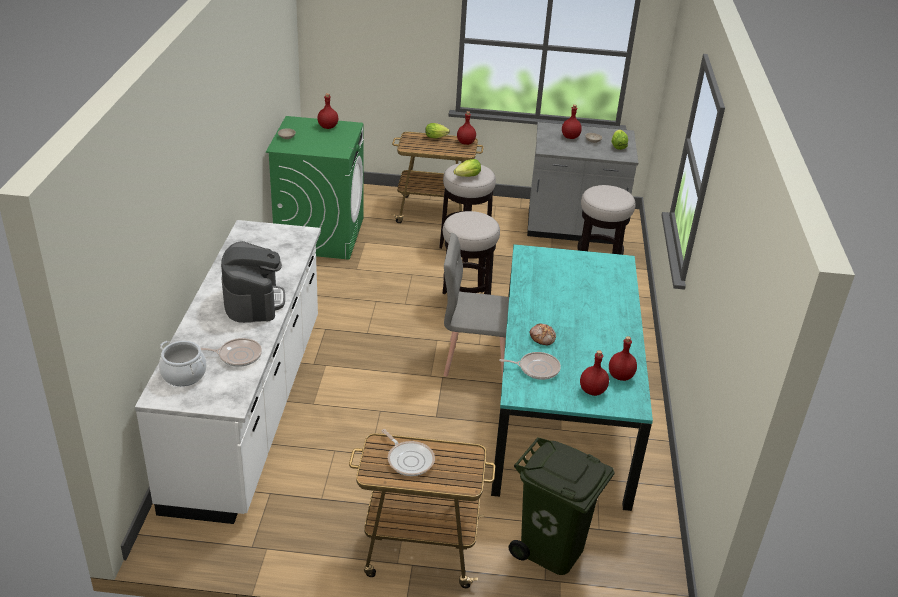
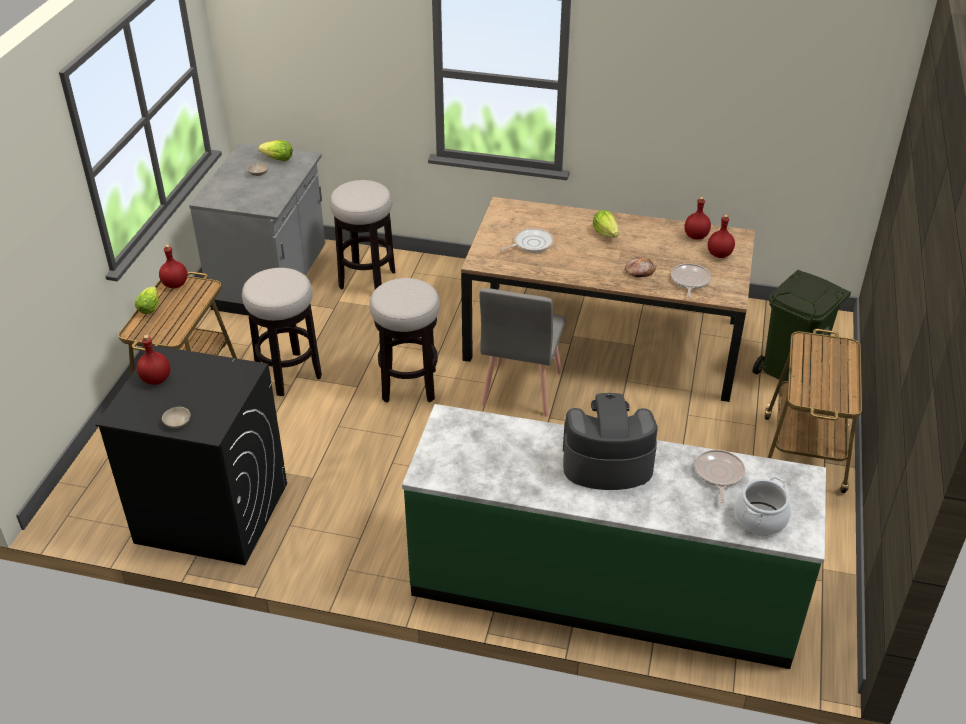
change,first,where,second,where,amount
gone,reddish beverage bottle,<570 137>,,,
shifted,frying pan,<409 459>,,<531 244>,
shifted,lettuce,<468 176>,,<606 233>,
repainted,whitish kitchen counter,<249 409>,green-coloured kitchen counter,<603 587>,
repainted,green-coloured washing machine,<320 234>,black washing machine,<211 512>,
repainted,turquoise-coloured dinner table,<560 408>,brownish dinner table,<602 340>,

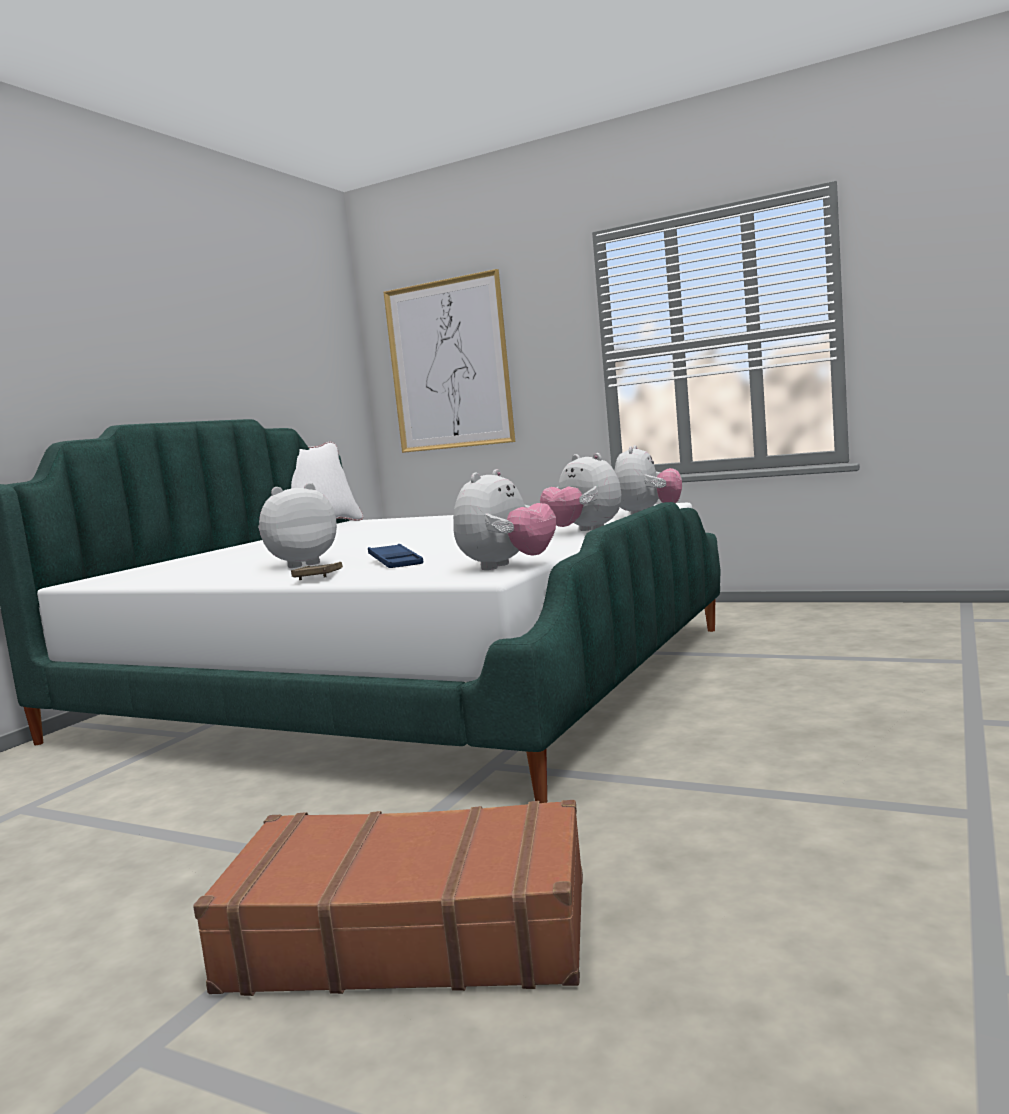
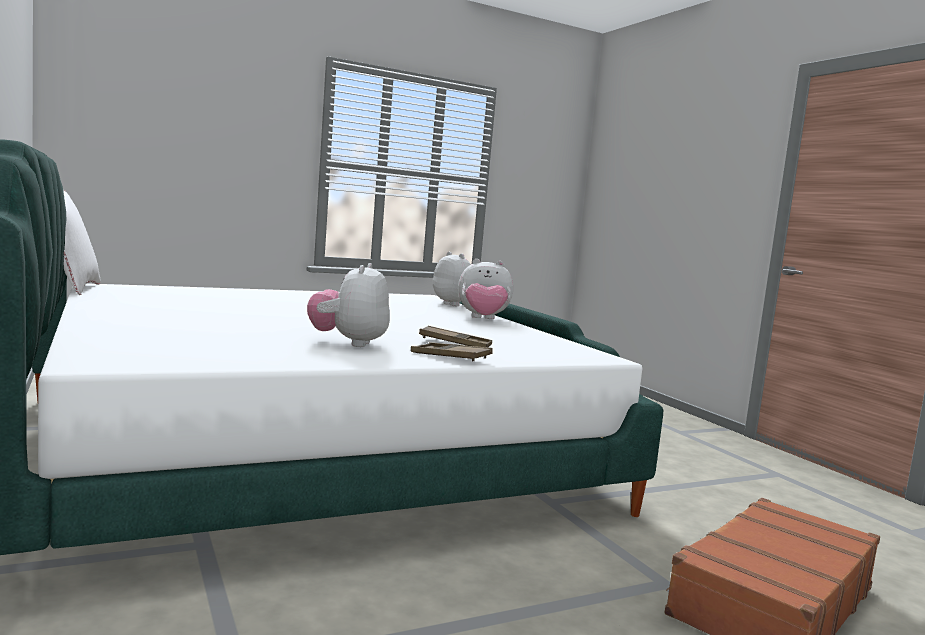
change,first,where,second,where,amount
gone,wall picture,<449 365>,,,
gone,soft toy,<507 566>,,,
repainted,blue-coloured carrying tray,<395 562>,brownish carrying tray,<455 343>,

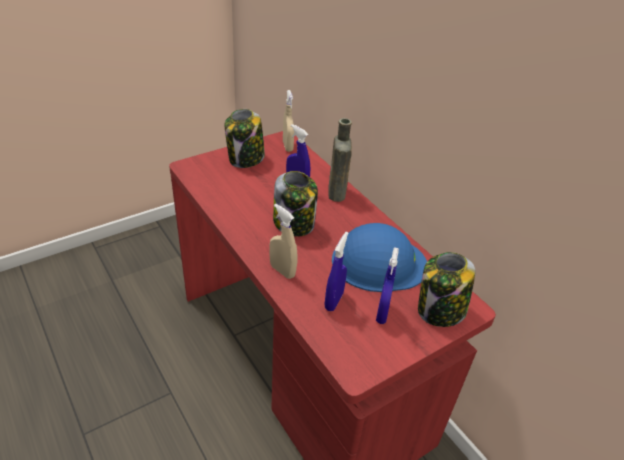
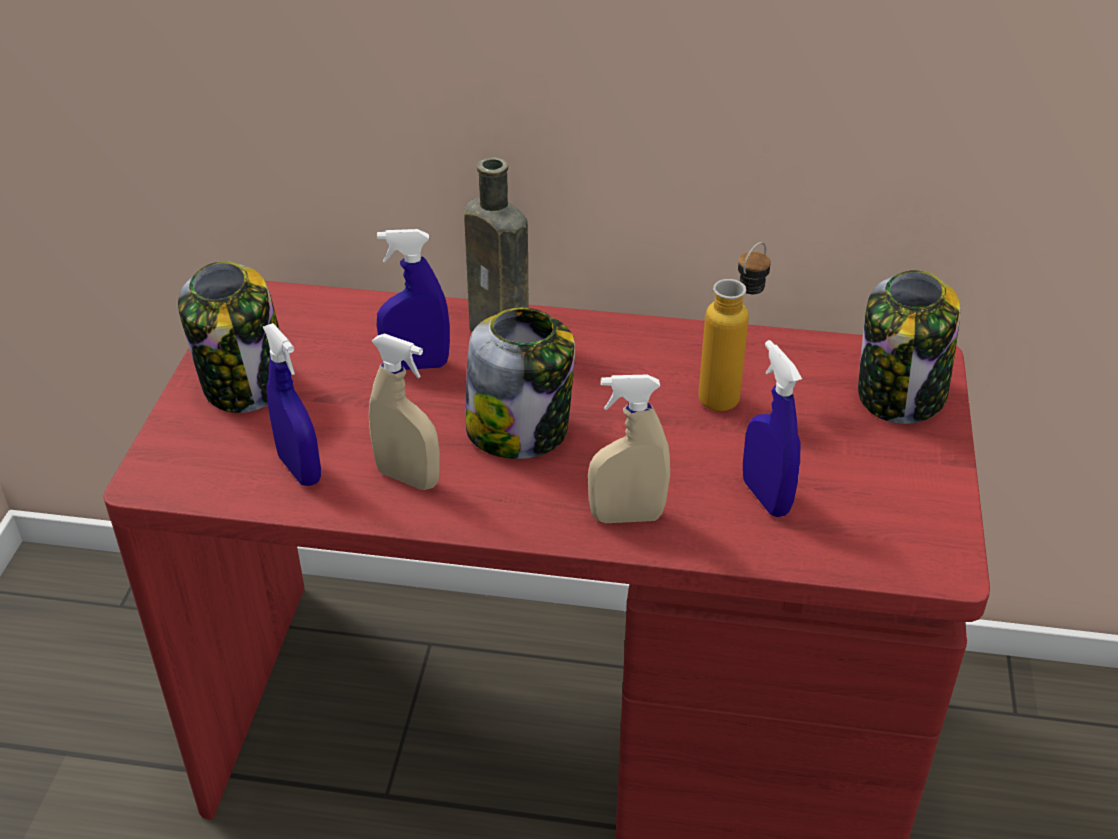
change,first,where,second,where,amount
shifted,beige spray bottle,<287 146>,,<408 478>,
shifted,blue-coloured spray bottle,<382 313>,,<300 469>,
swapped,blue-coloured hard hat,<378 262>,beverage bottle,<729 392>,

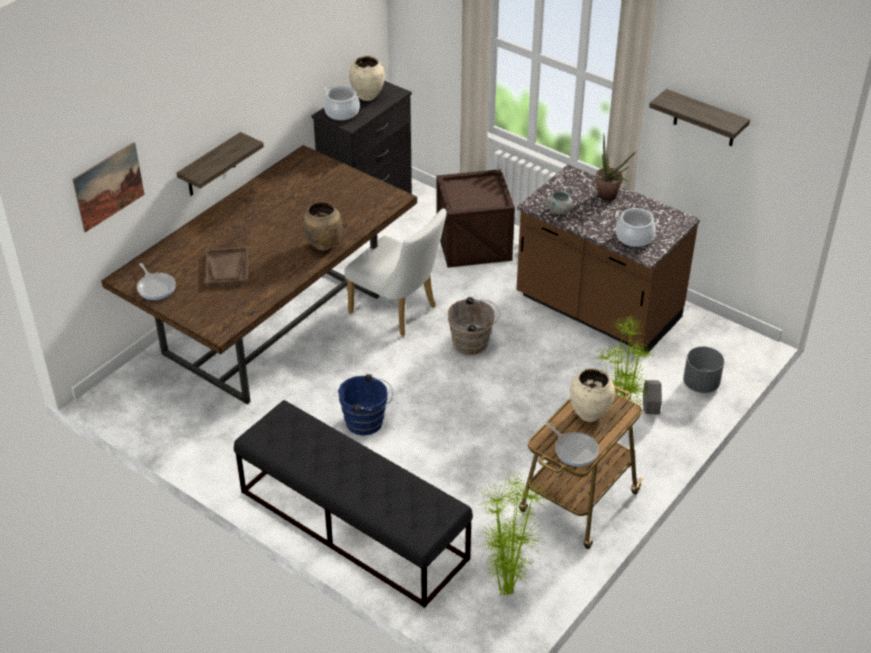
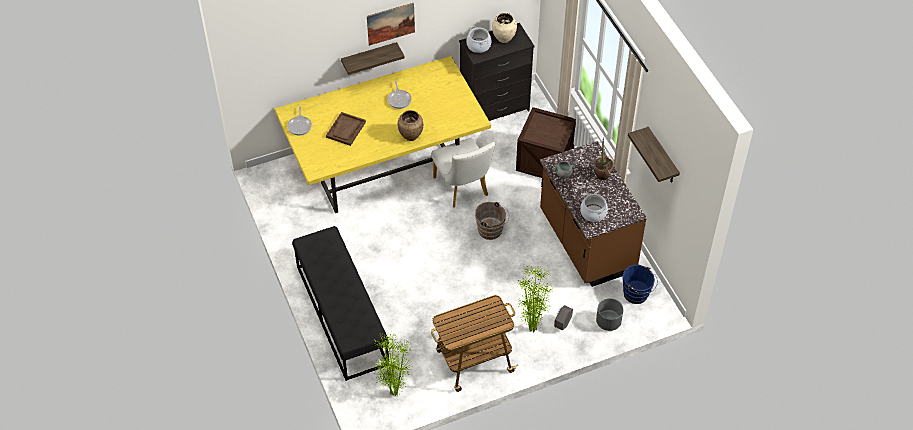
change,first,where,second,where,amount
gone,beige vase,<589 414>,,,
shifted,wall picture,<108 186>,,<390 23>,
shifted,blue-coloured water bucket,<367 423>,,<637 295>,
shifted,frying pan,<574 450>,,<399 99>,
repainted,brownish dinner table,<275 323>,yellowish dinner table,<385 165>,

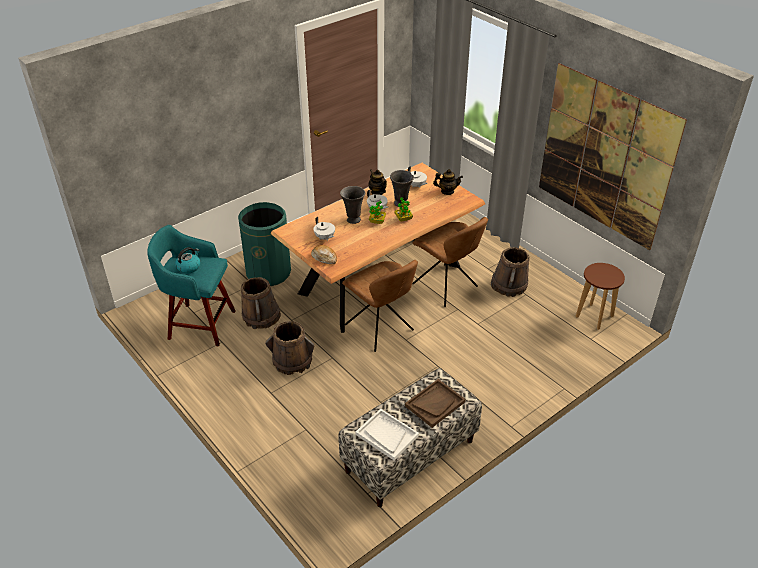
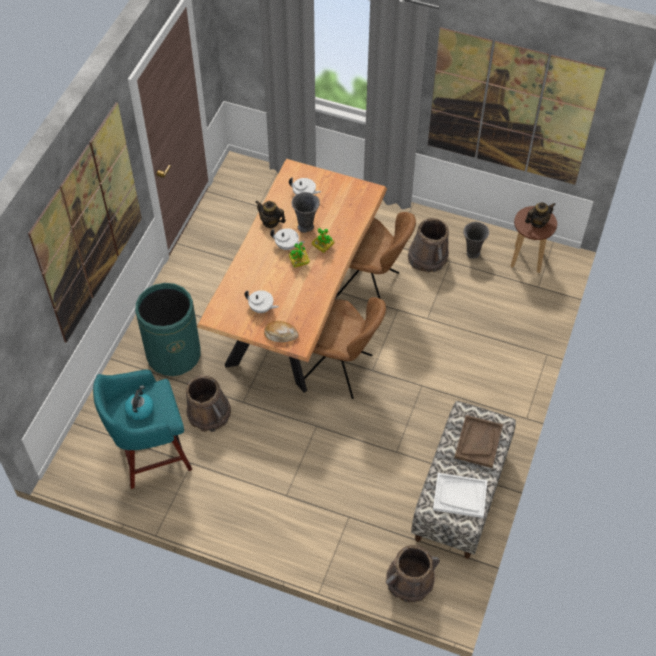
change,first,where,second,where,amount
new,,,wall picture,<89 224>,
shifted,brownish water bucket,<292 361>,,<409 580>,
shifted,grey vase,<353 220>,,<472 253>,
shifted,teapot,<447 191>,,<537 222>,

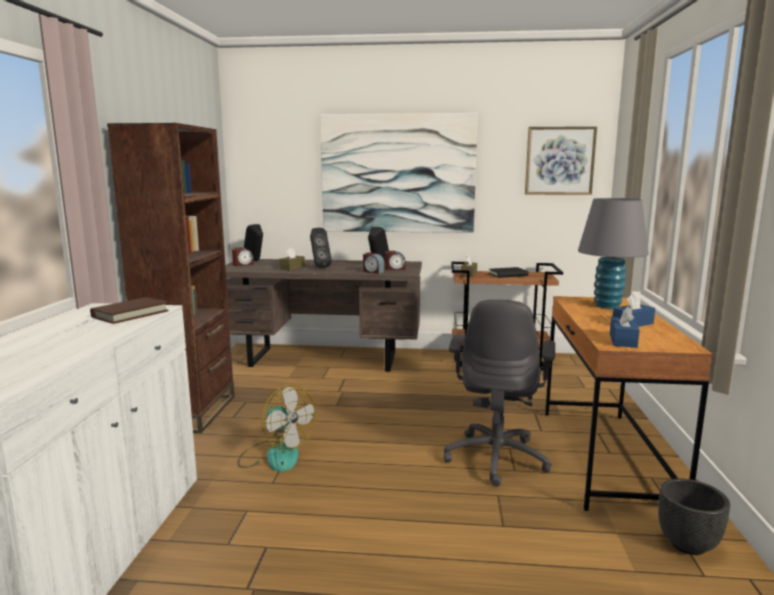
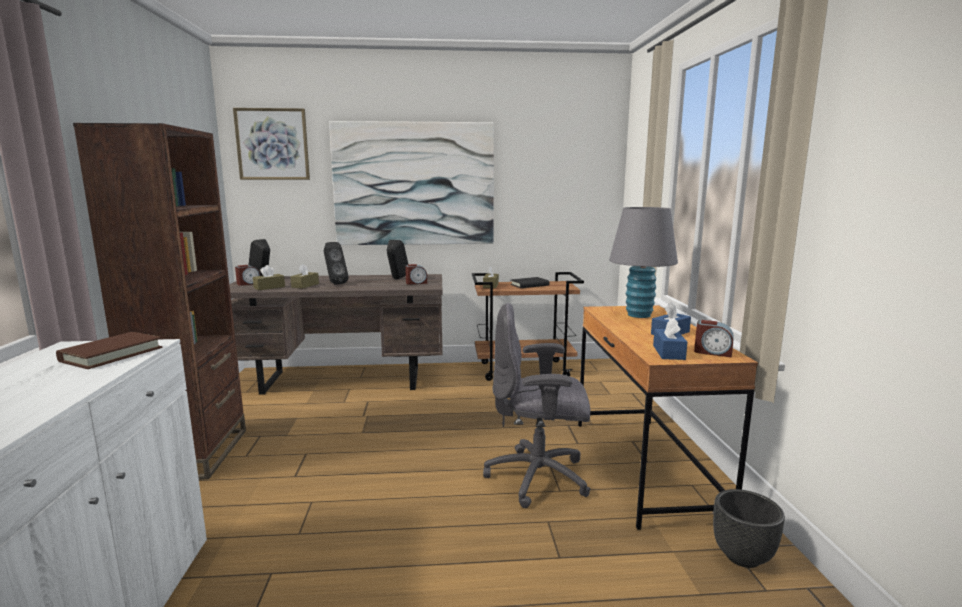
change,first,where,second,where,amount
gone,electric fan,<275 455>,,,
new,,,brownish tissue box,<269 287>,
shifted,table clock,<373 271>,,<712 352>,
shifted,wall picture,<559 161>,,<272 144>,
rotated,grey office chair,<497 457>,,<539 478>,90 degrees clockwise

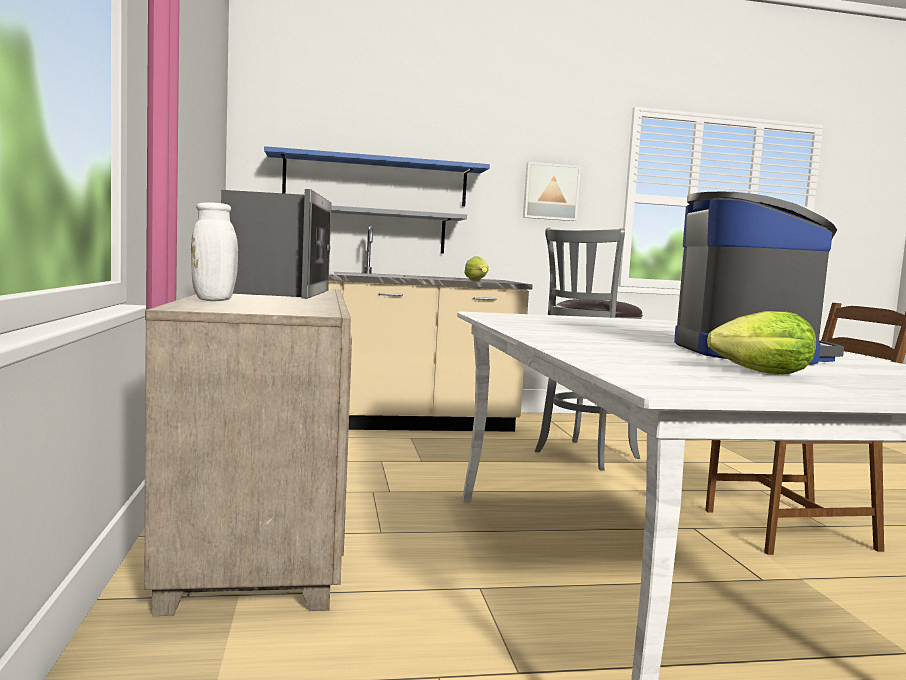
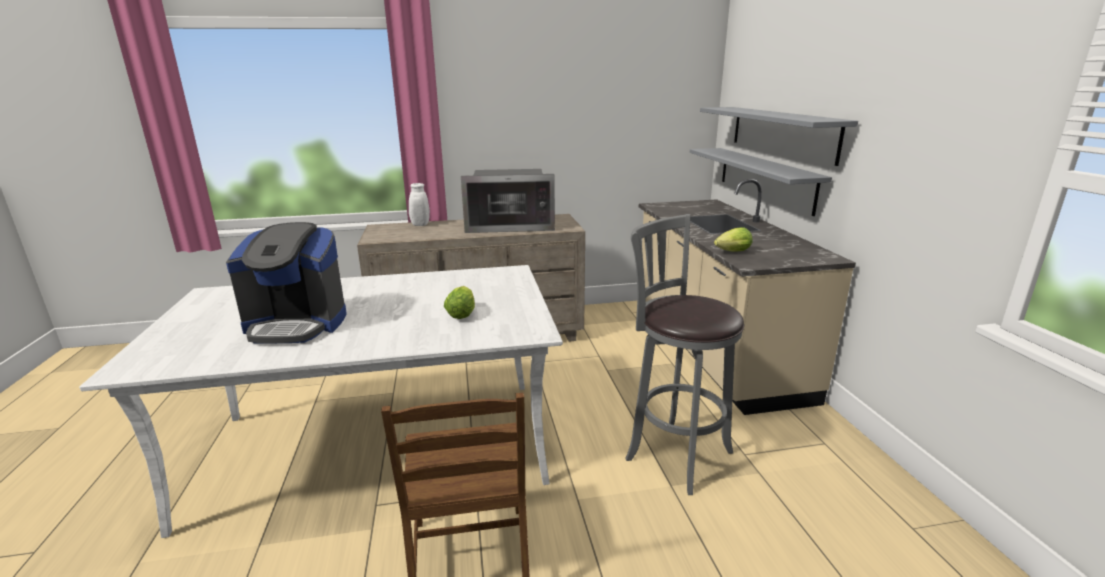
change,first,where,second,where,amount
gone,wall picture,<550 192>,,,
shifted,lettuce,<756 373>,,<462 313>,
repainted,blue-coloured shelf,<376 180>,grey shelf,<781 132>,

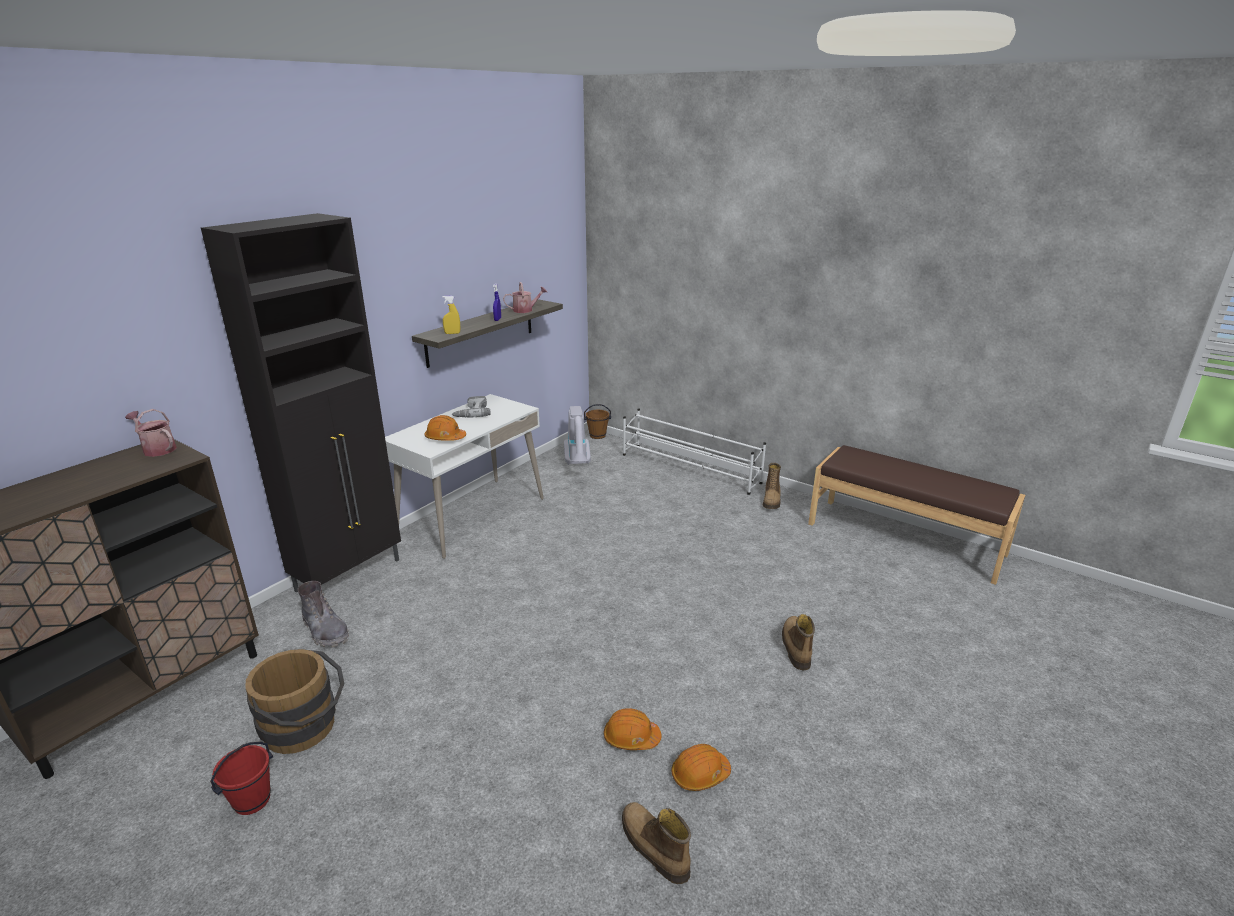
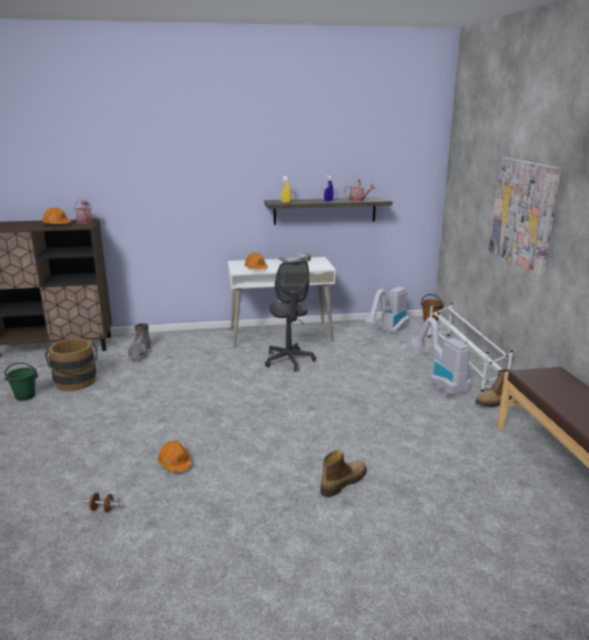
change,first,where,second,where,amount
gone,black cabinet,<350 574>,,,
new,,,grey office chair,<289 361>,
new,,,vacuum,<439 380>,
new,,,wall picture,<524 213>,
shifted,orange-coloured hard hat,<700 774>,,<57 224>,
swapped,boot,<653 848>,brownish hand weight,<102 509>,
repainted,reddish water bucket,<252 801>,green-coloured water bucket,<25 397>,

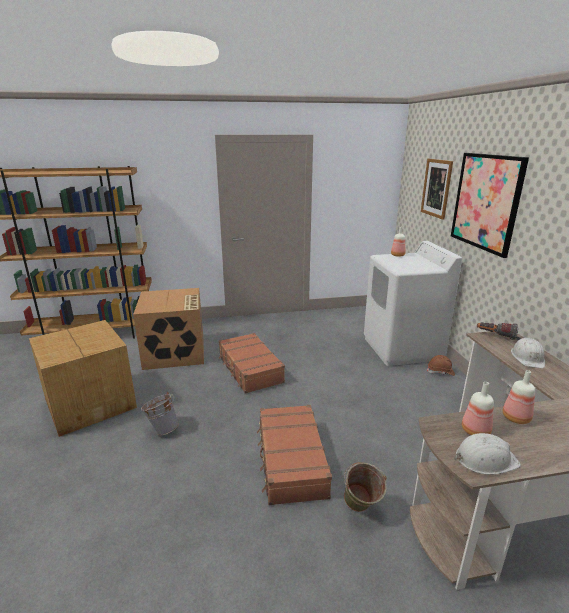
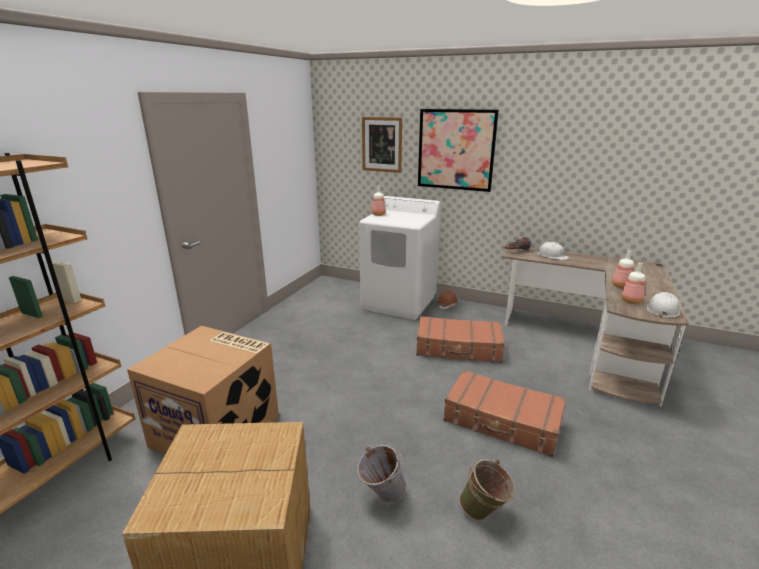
change,first,where,second,where,amount
shifted,brownish piece of luggage,<249 369>,,<458 348>,
shifted,green-coloured water bucket,<361 510>,,<485 513>,

